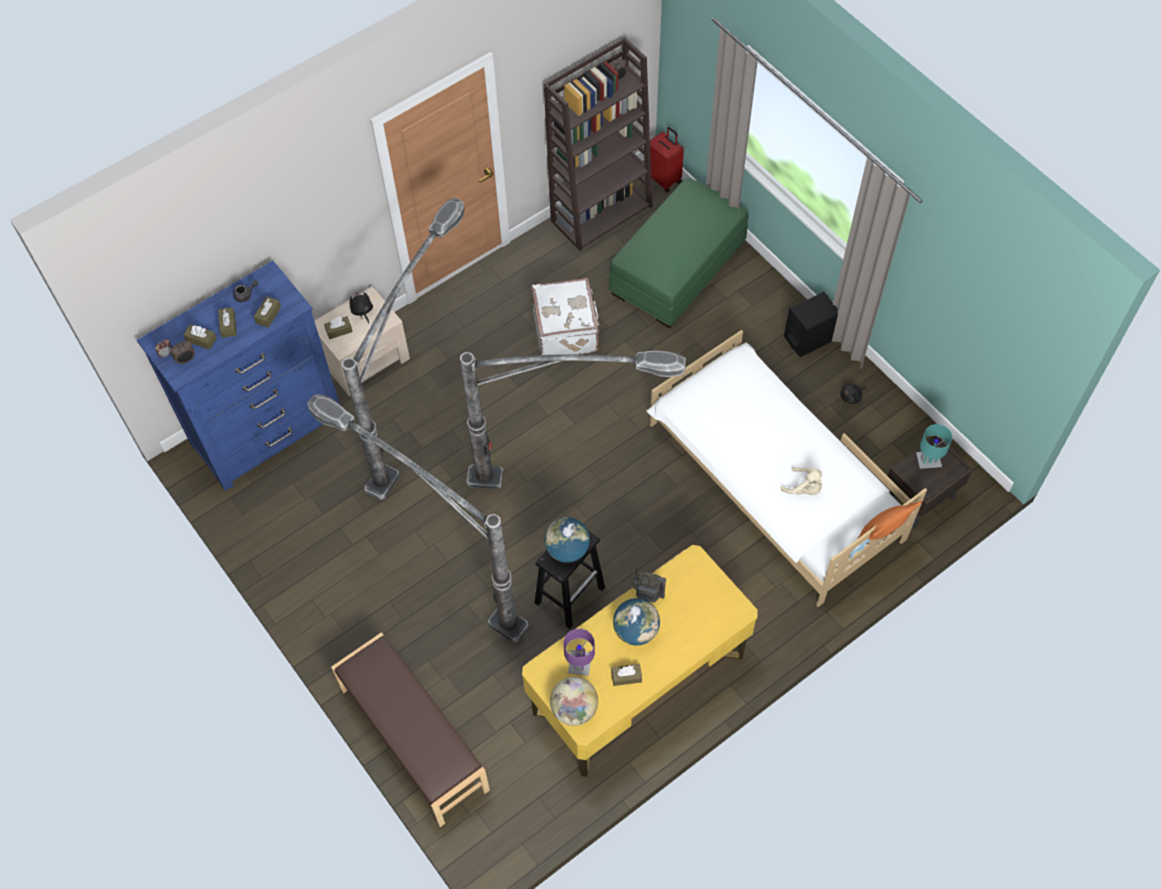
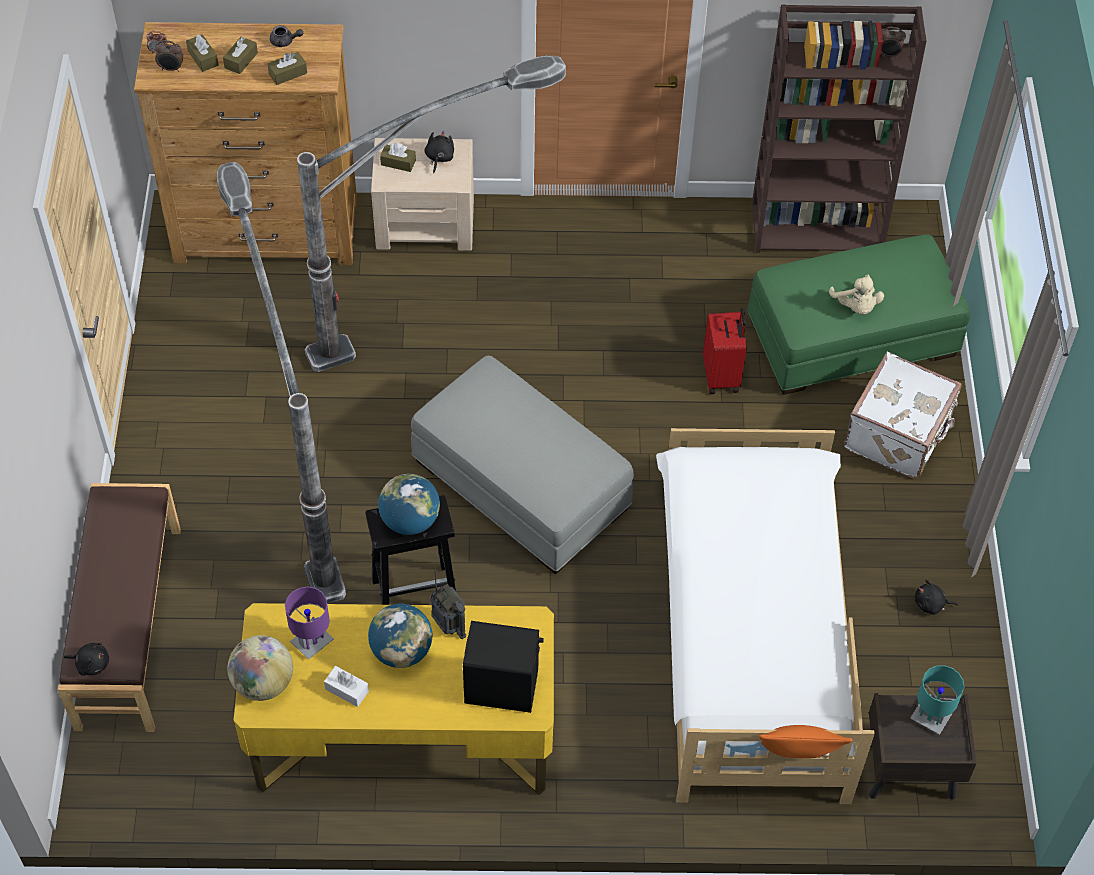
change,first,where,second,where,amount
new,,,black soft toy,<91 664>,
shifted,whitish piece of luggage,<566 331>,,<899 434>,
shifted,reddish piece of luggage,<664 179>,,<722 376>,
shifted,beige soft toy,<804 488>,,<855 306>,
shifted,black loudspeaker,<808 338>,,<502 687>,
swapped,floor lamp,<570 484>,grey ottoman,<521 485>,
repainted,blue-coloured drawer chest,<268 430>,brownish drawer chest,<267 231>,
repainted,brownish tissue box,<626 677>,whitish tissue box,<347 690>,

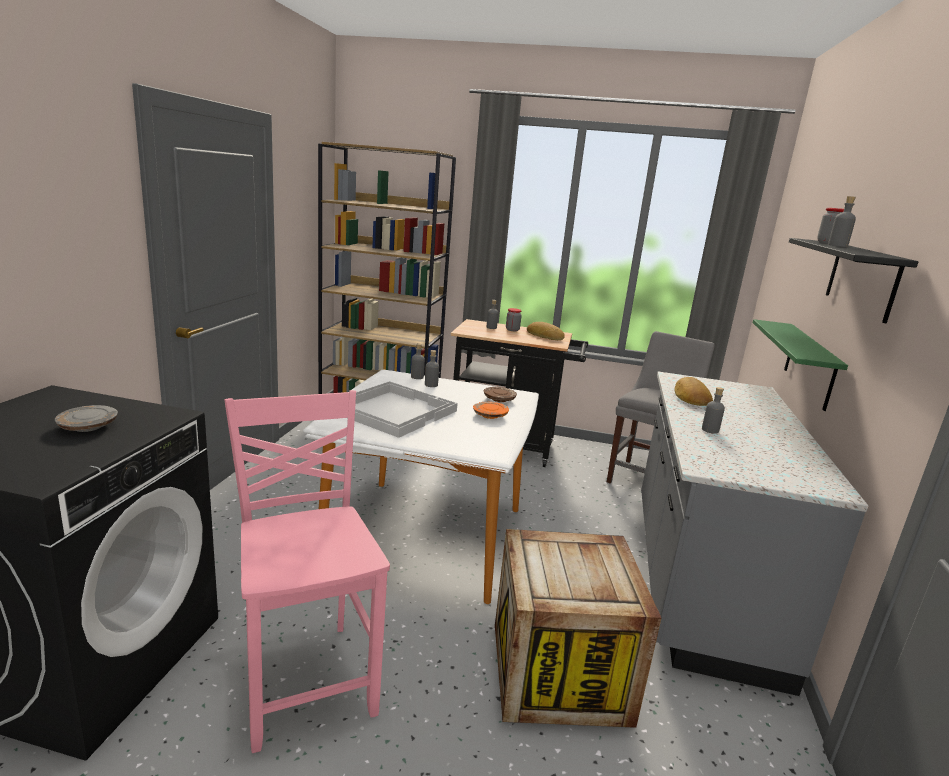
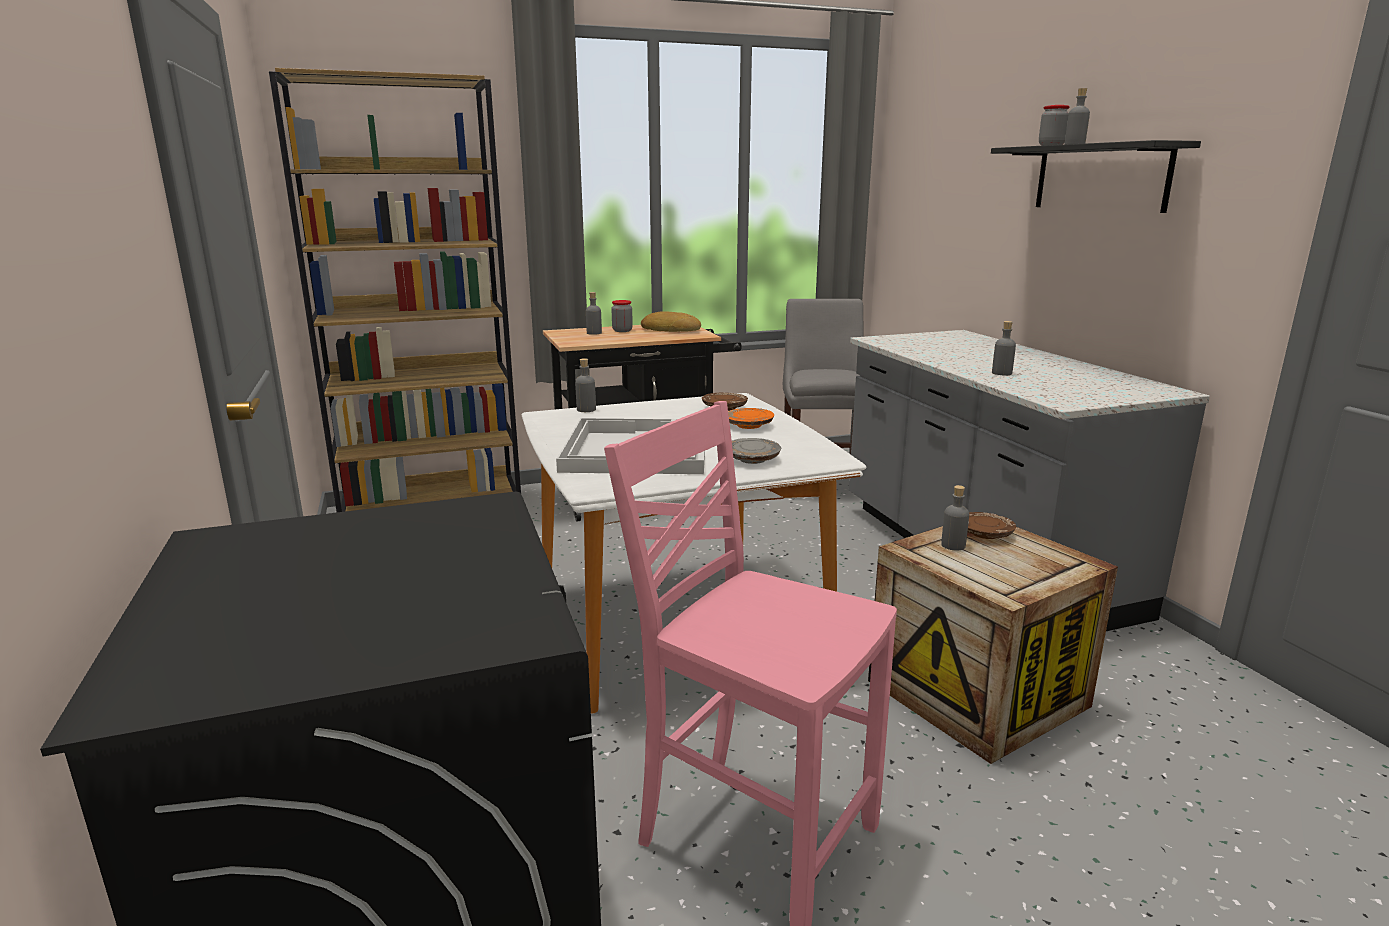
change,first,where,second,where,amount
gone,bakery bread,<690 397>,,,
gone,green-coloured shelf,<810 365>,,,
new,,,brownish plate,<985 534>,
shifted,grey plate,<88 427>,,<752 459>,
shifted,grey beverage bottle,<431 385>,,<953 545>,

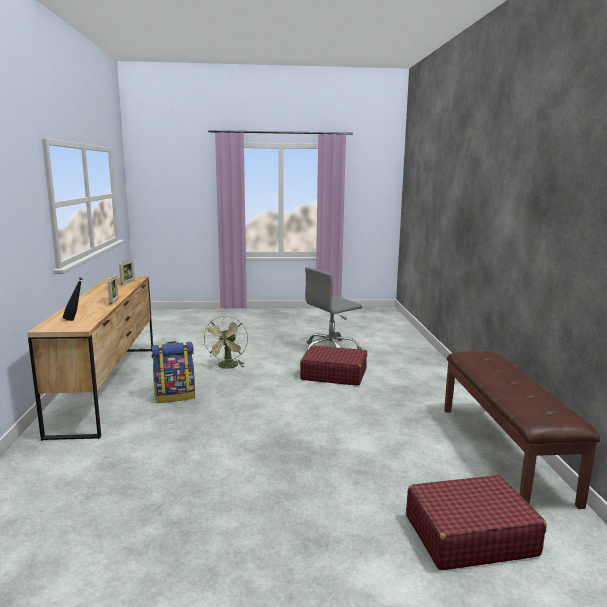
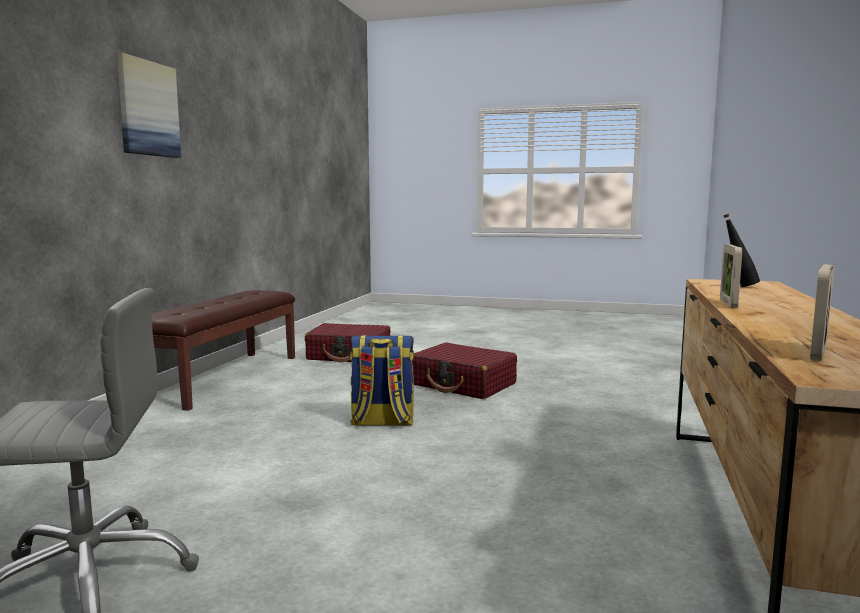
change,first,where,second,where,amount
gone,green-coloured electric fan,<227 367>,,,
new,,,wall picture,<148 109>,
shifted,backpack,<175 396>,,<382 422>,
shifted,reddish piece of luggage,<333 374>,,<463 384>,

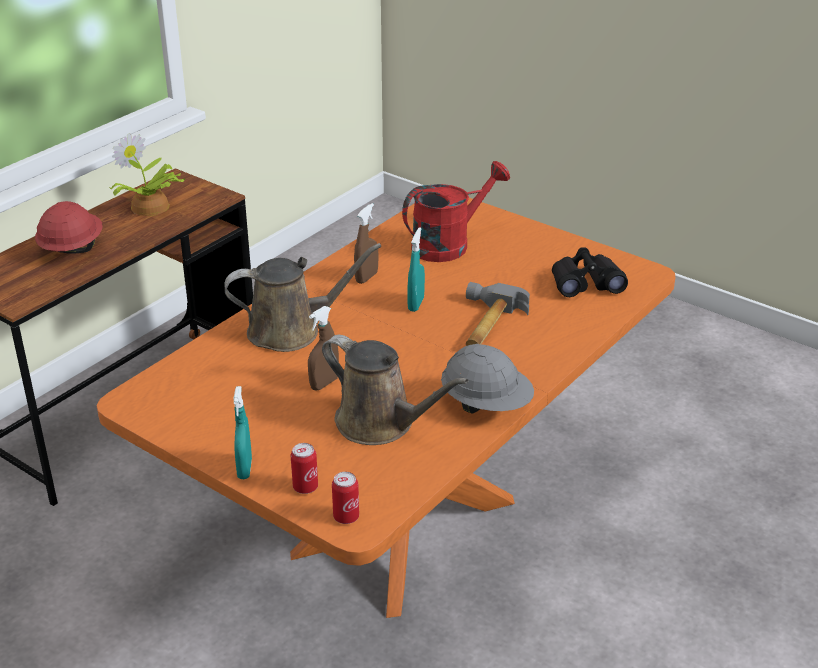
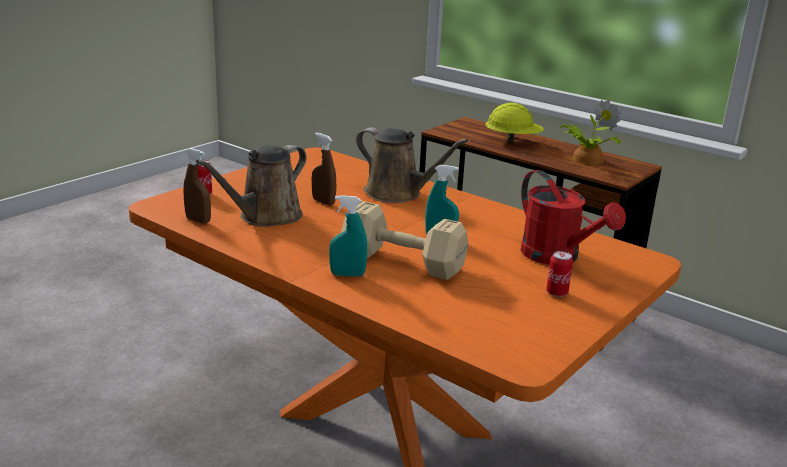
change,first,where,second,where,amount
gone,grey hard hat,<486 405>,,,
gone,black pair of binoculars,<585 283>,,,
shifted,turquoise-coloured spray bottle,<244 469>,,<347 274>,
shifted,metal can,<346 517>,,<557 293>,
shifted,brownish spray bottle,<366 277>,,<198 220>,
swapped,hand hammer,<485 325>,beige hand weight,<405 263>,
repainted,reddish hard hat,<71 249>,yellowish hard hat,<513 141>,
rotated,brownish sprinkling can,<291 331>,,<397 194>,45 degrees counterclockwise

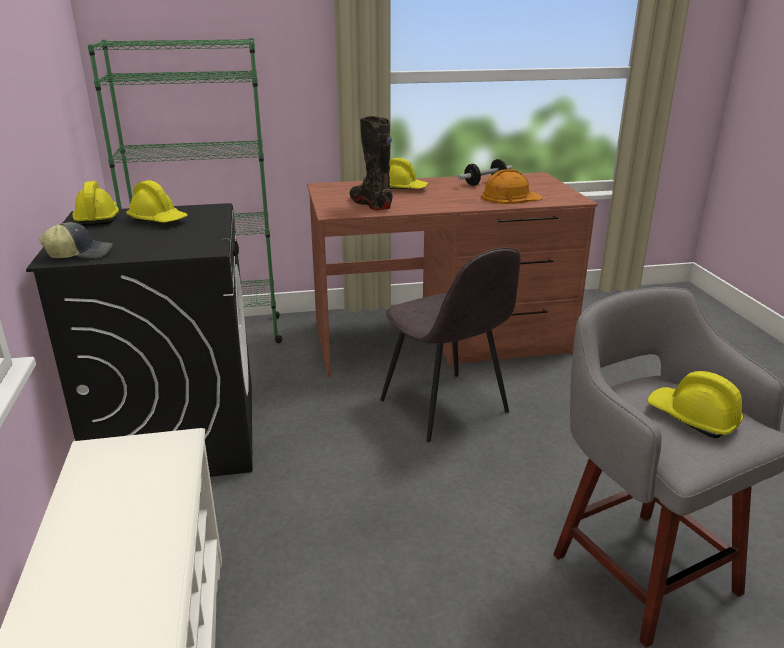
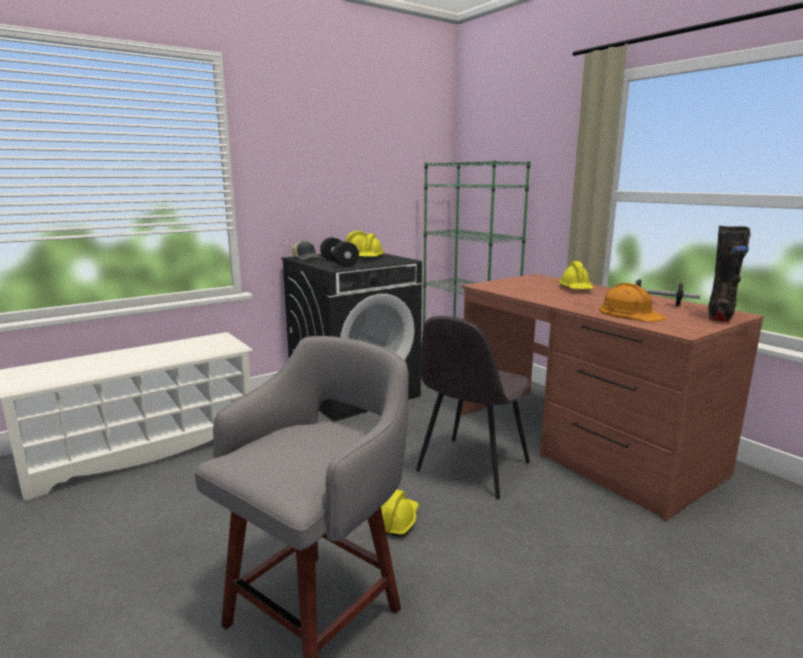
change,first,where,second,where,amount
new,,,black hand weight,<339 263>,
shifted,black boot,<370 204>,,<720 316>,
shifted,yellowish hard hat,<692 418>,,<397 521>,

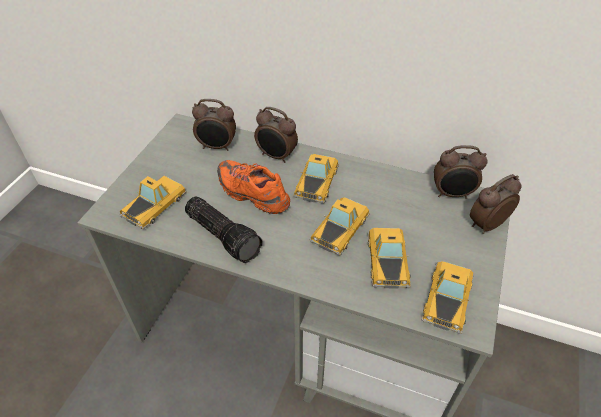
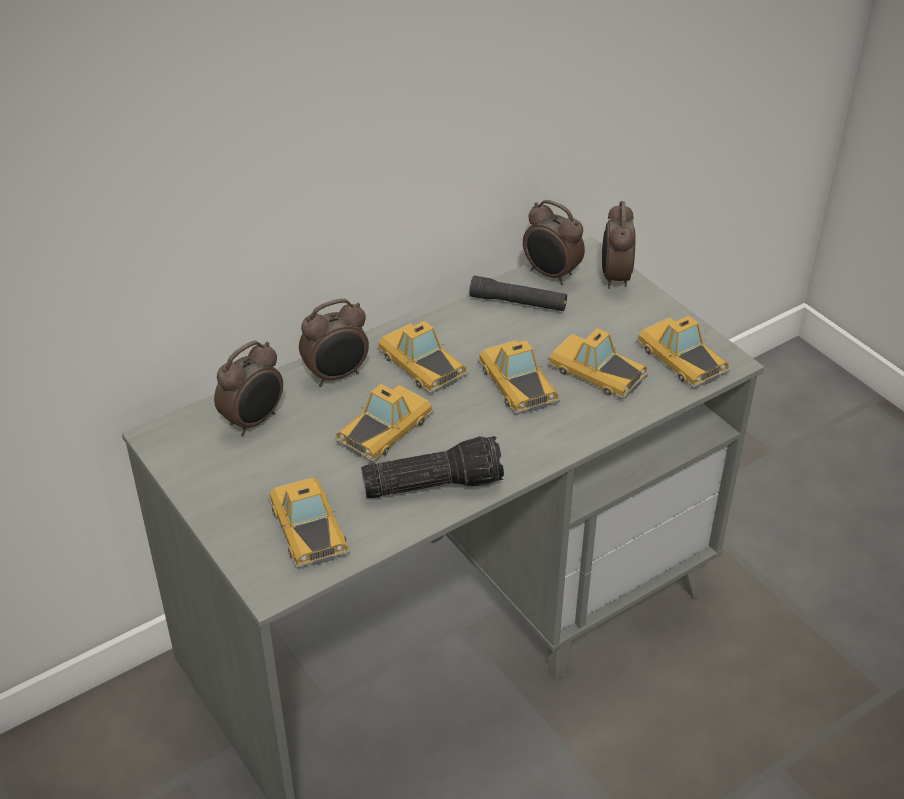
change,first,where,second,where,amount
new,,,black hand torch,<518 302>,
swapped,orange-coloured shoe,<252 194>,toy car,<386 428>,
rotated,table clock,<452 194>,,<551 275>,90 degrees clockwise

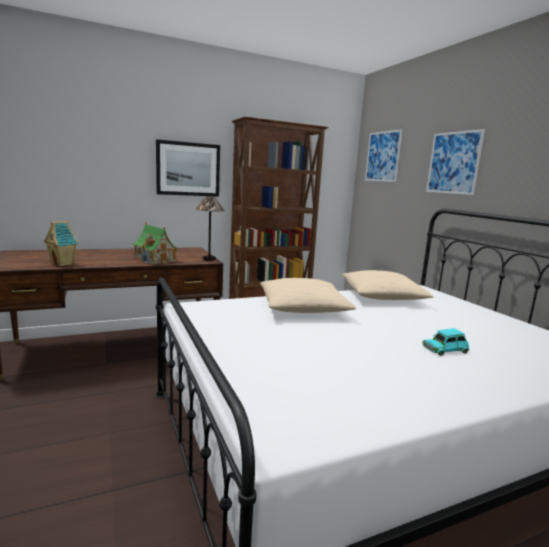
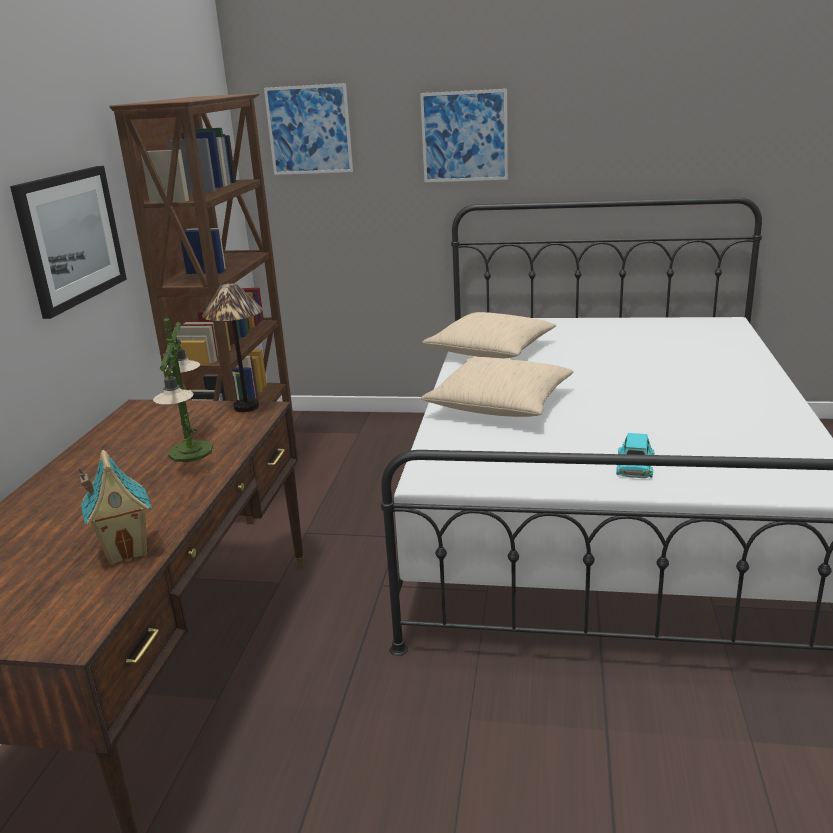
change,first,where,second,where,amount
shifted,turquoise-coloured toy car,<445 349>,,<635 465>,
swapped,model house,<155 259>,lamp for a table,<191 452>,

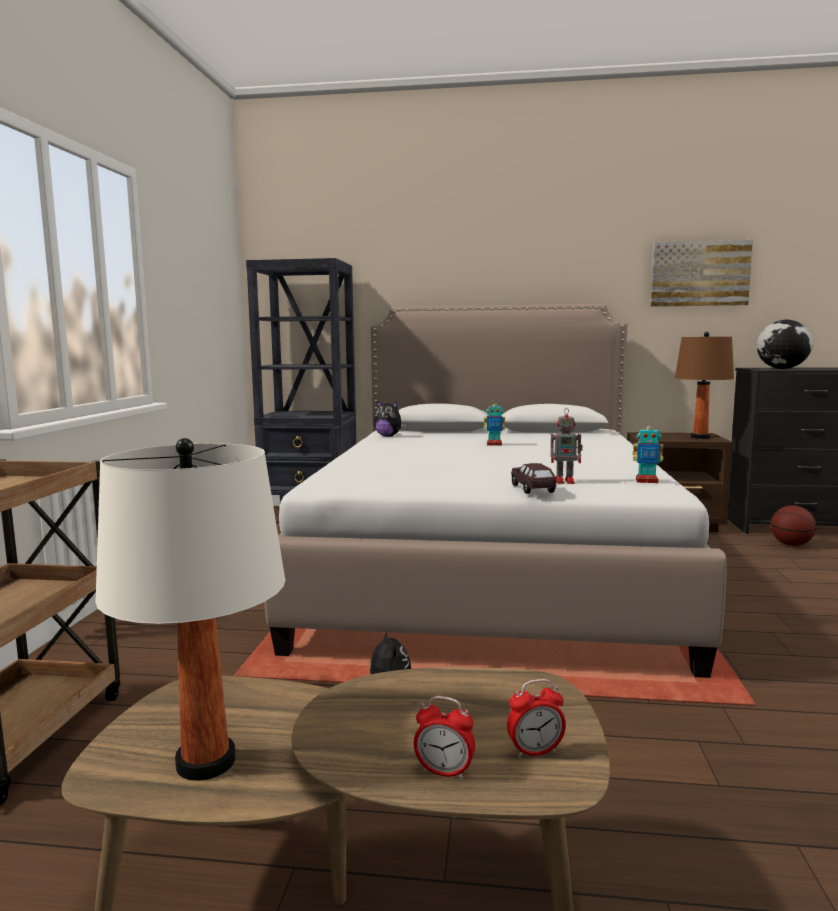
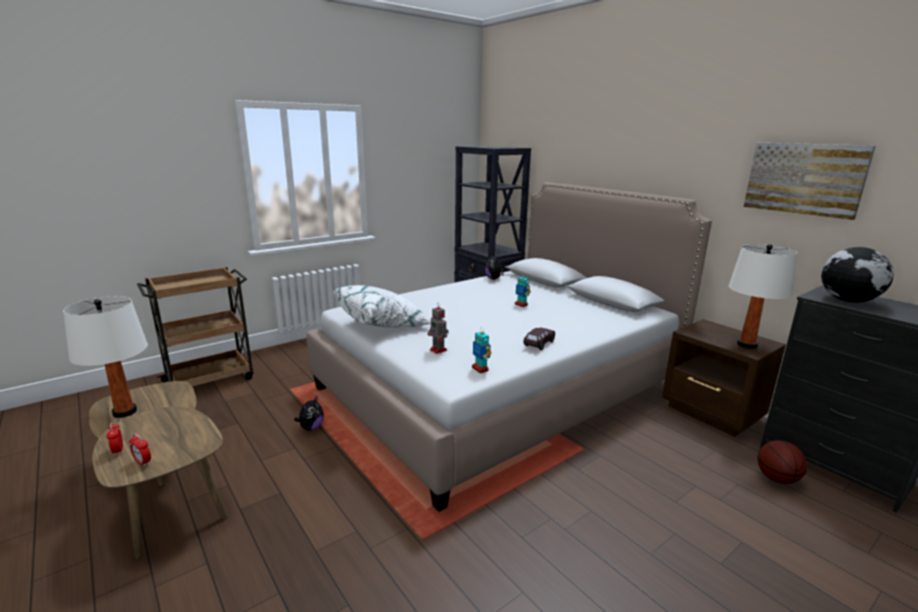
change,first,where,second,where,amount
new,,,whitish pillow,<383 324>,
shifted,brownish toy car,<533 489>,,<539 344>,
repainted,brownish lamp for a table,<700 437>,whitish lamp for a table,<747 345>,

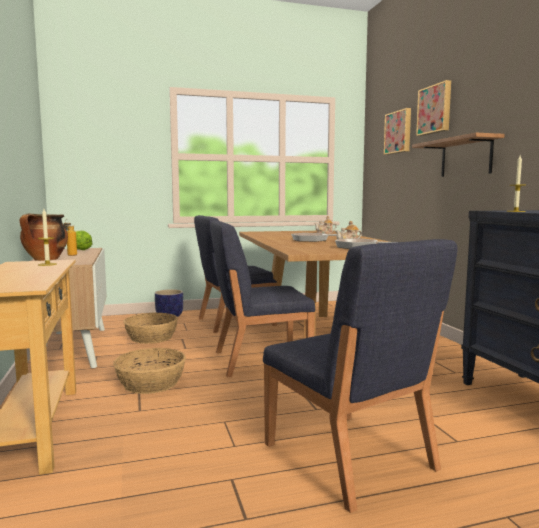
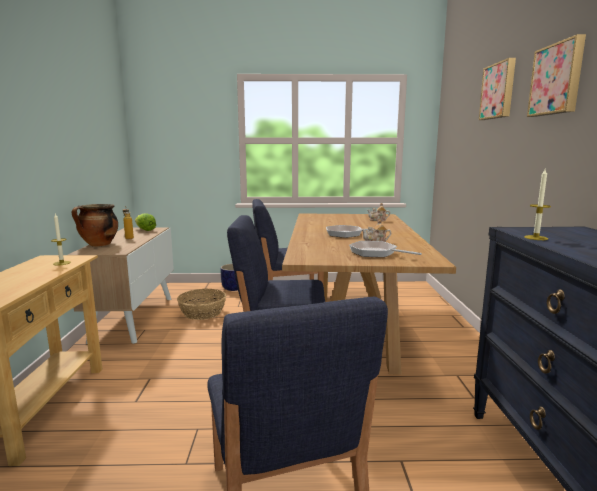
change,first,where,second,where,amount
gone,basket,<150 383>,,,
gone,shelf,<466 157>,,,
shifted,wall picture,<399 132>,,<557 79>,

